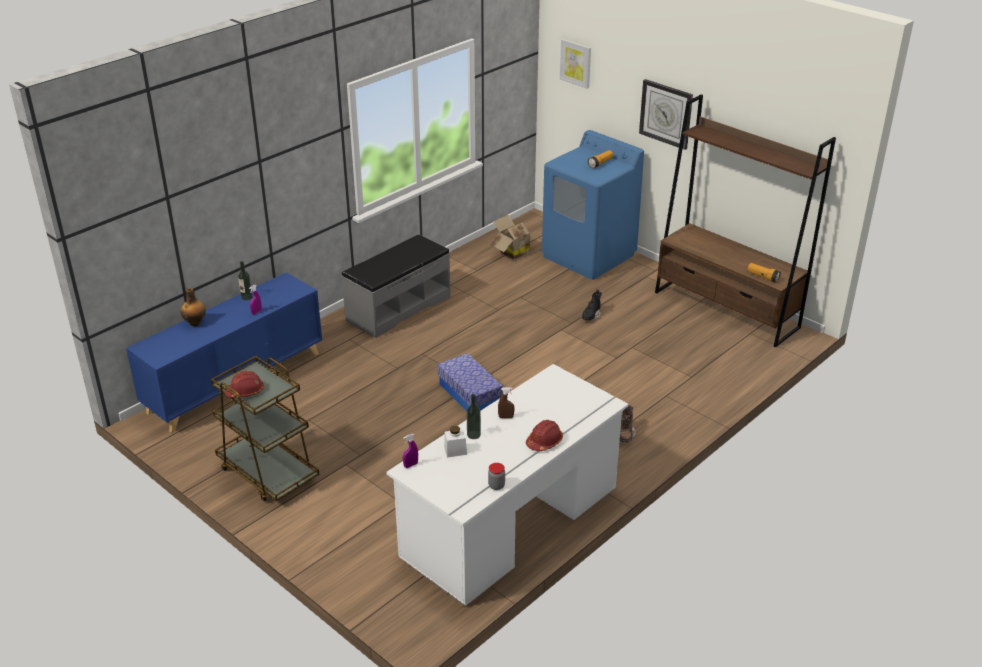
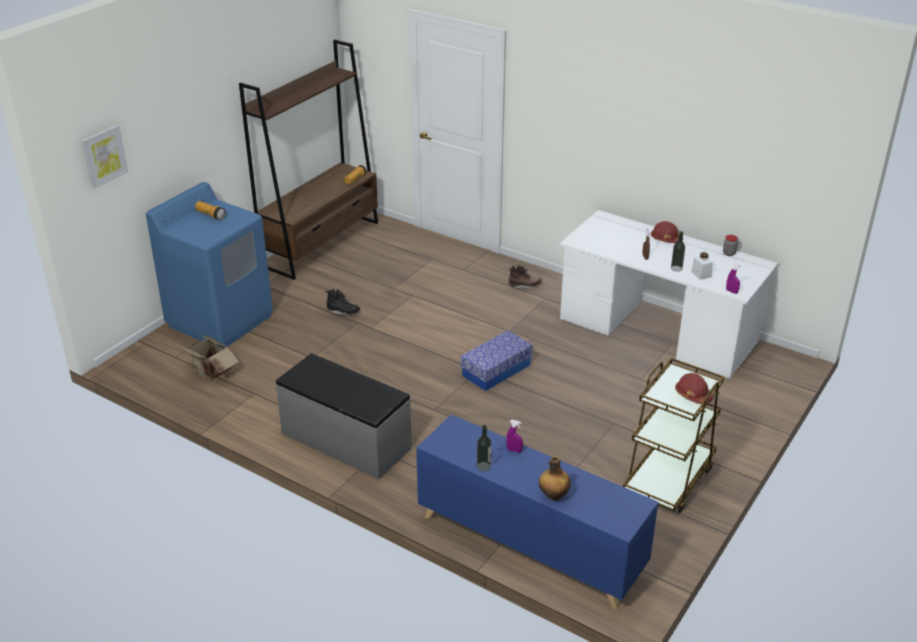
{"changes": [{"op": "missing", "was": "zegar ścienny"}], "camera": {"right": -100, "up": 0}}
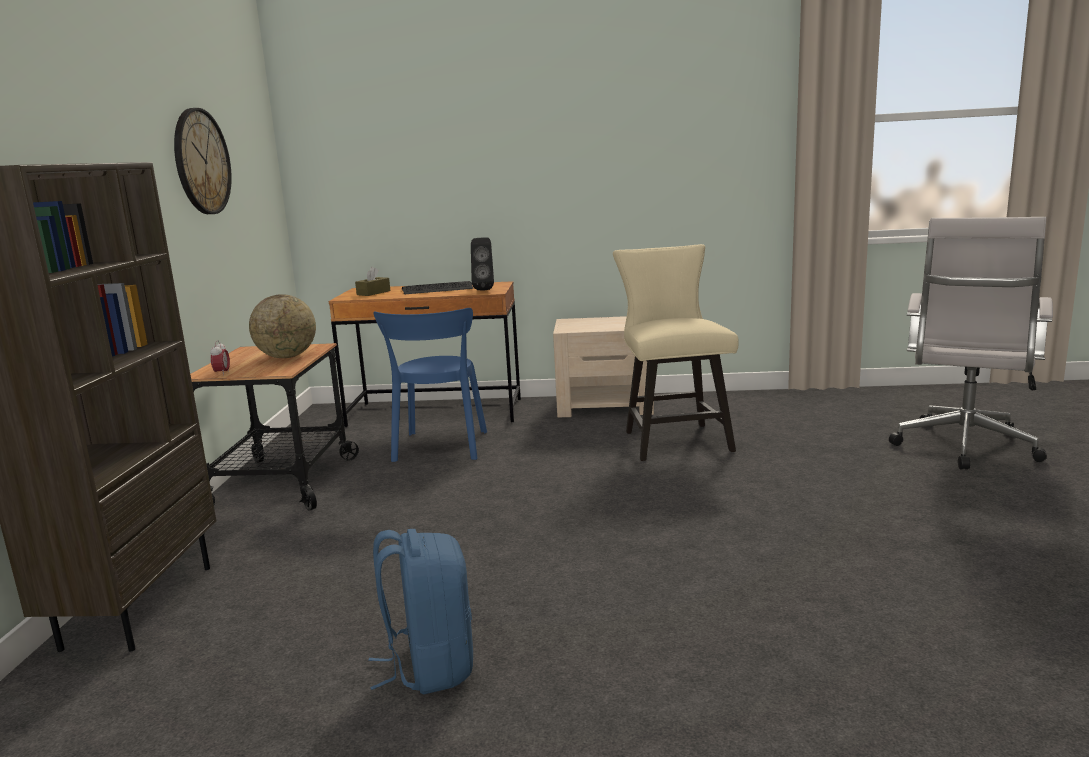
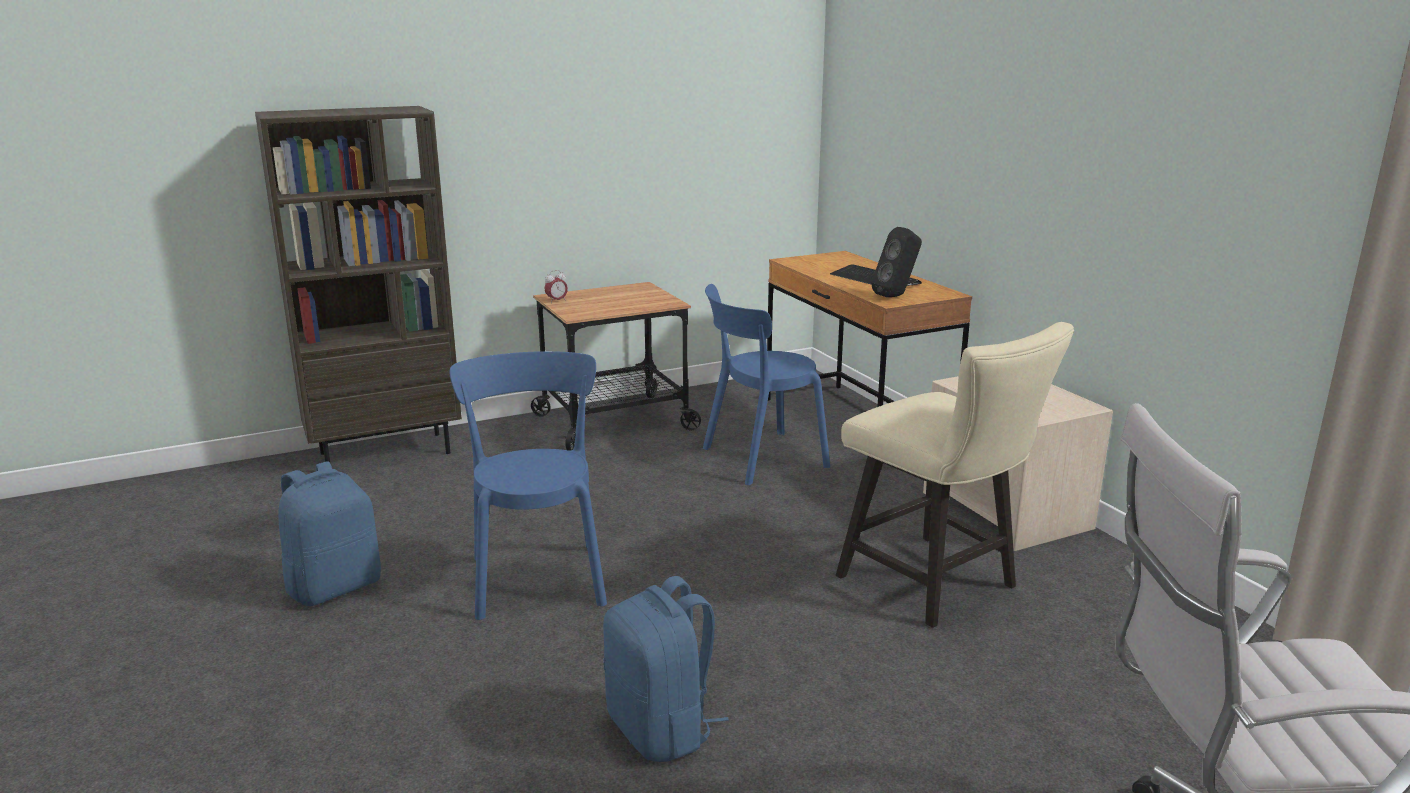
{"changes": [{"op": "missing", "was": "zegar ścienny"}, {"op": "missing", "was": "globus"}, {"op": "missing", "was": "pudełko chusteczek/brązowy"}, {"op": "spun", "was": "krzesło/beżowy", "clockwise": 90}, {"op": "appeared", "now": "krzesło/niebieski (no. 1 from left)"}, {"op": "appeared", "now": "plecak/niebieski (no. 2 from left)"}], "camera": {"right": 60, "up": 5}}
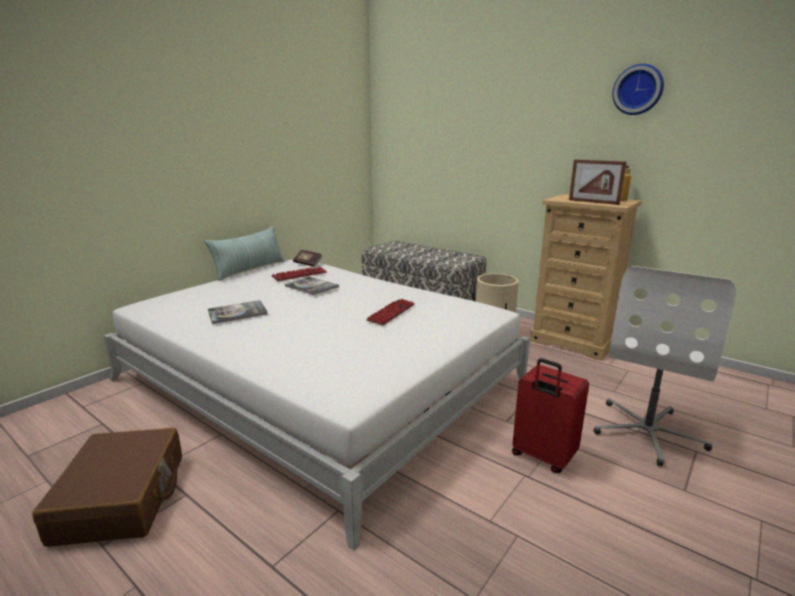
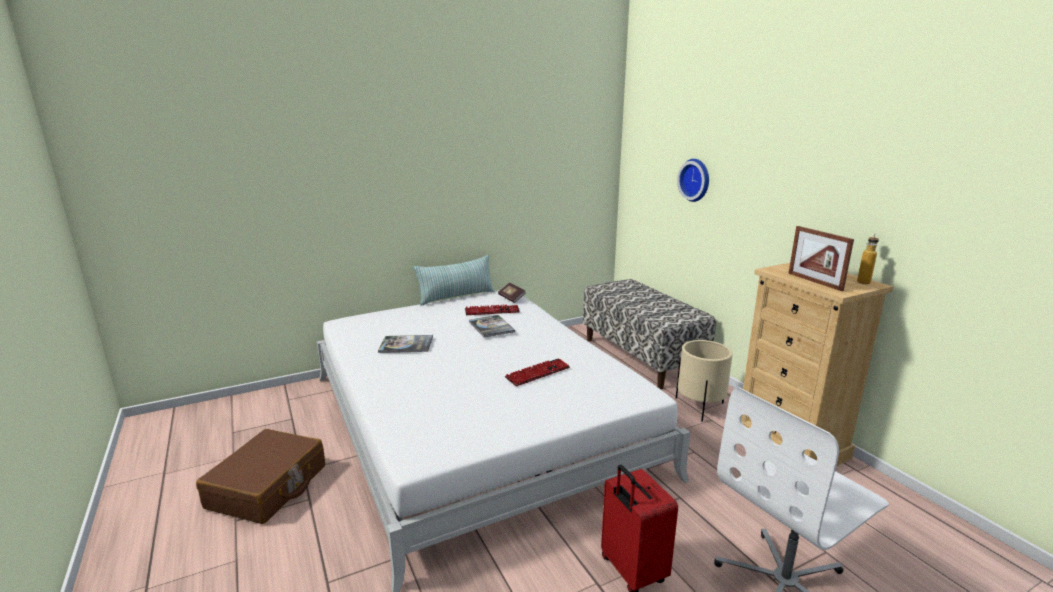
{"changes": [{"op": "relocated", "was": "zegar ścienny"}], "camera": {"right": 25, "up": 0}}
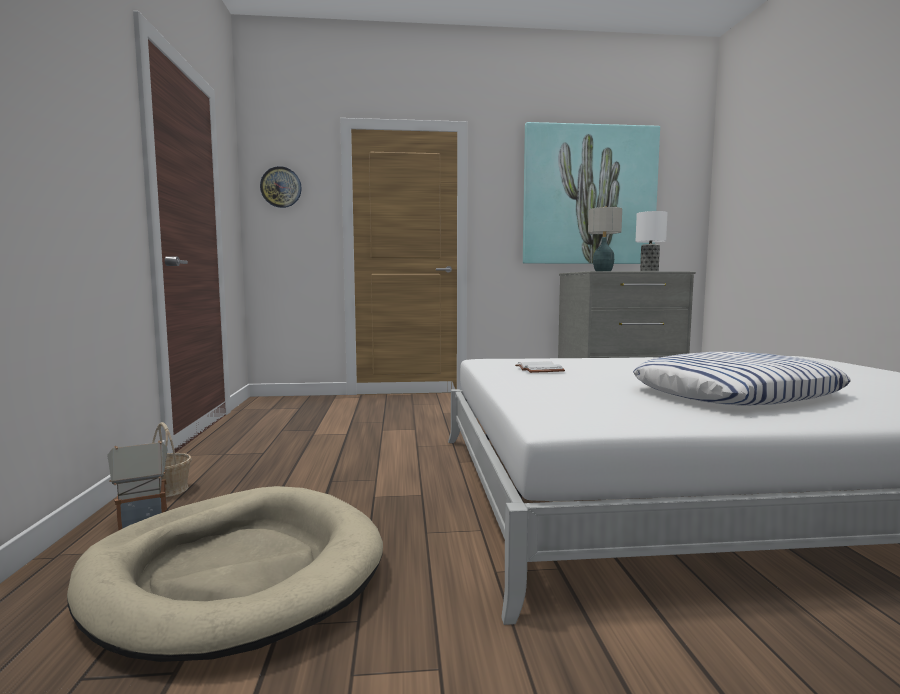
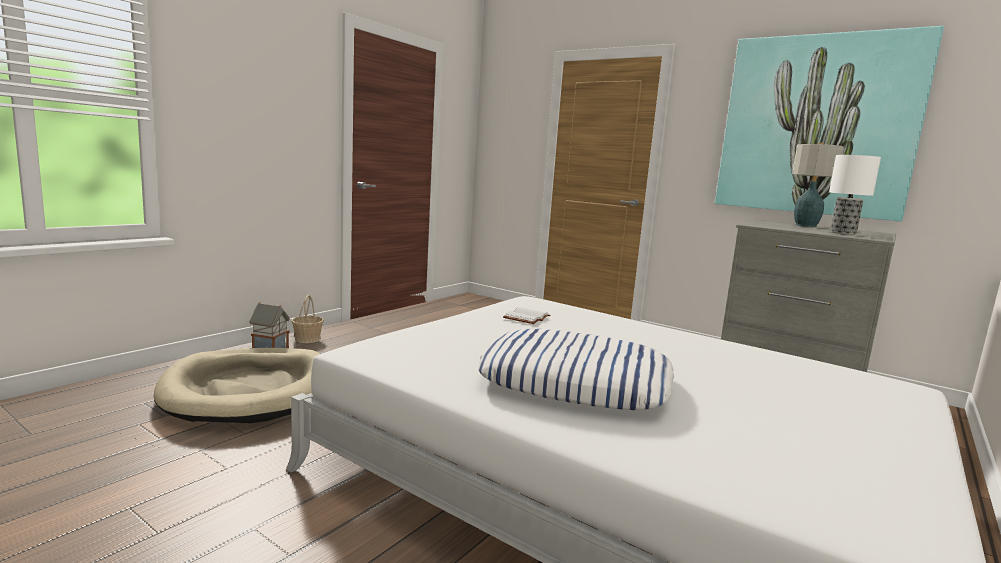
{"changes": [{"op": "missing", "was": "zegar ścienny"}], "camera": {"right": 40, "up": 5}}
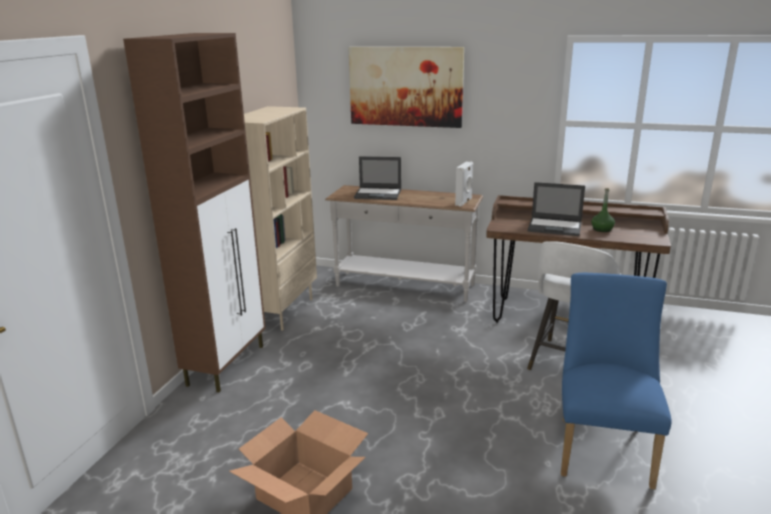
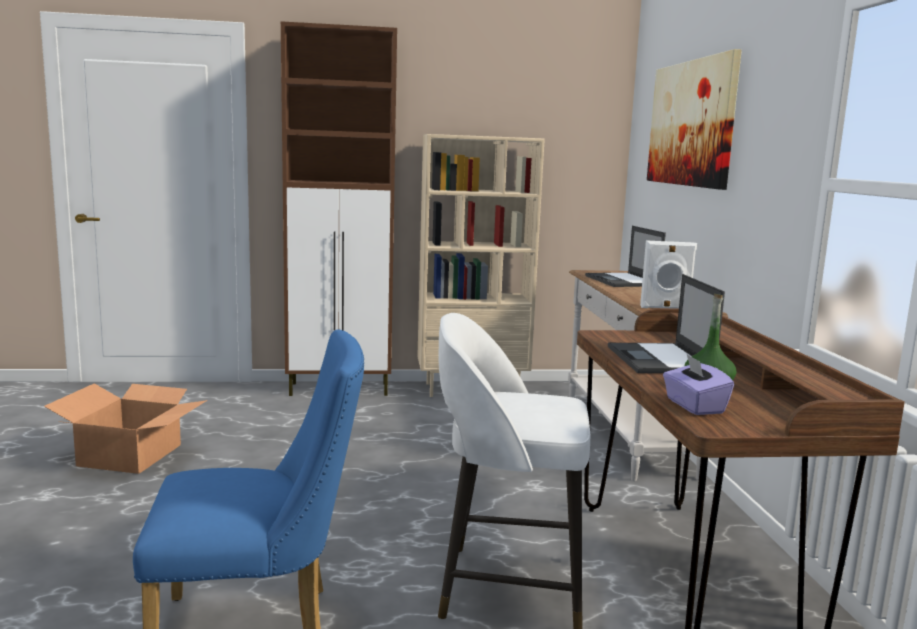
{"changes": [{"op": "appeared", "now": "pudełko chusteczek/fioletowy"}], "camera": {"right": 65, "up": -10}}
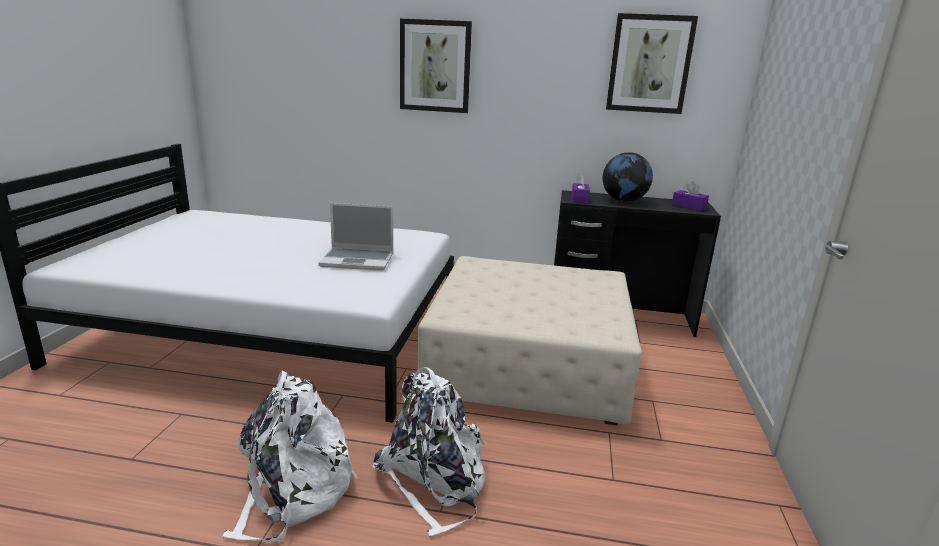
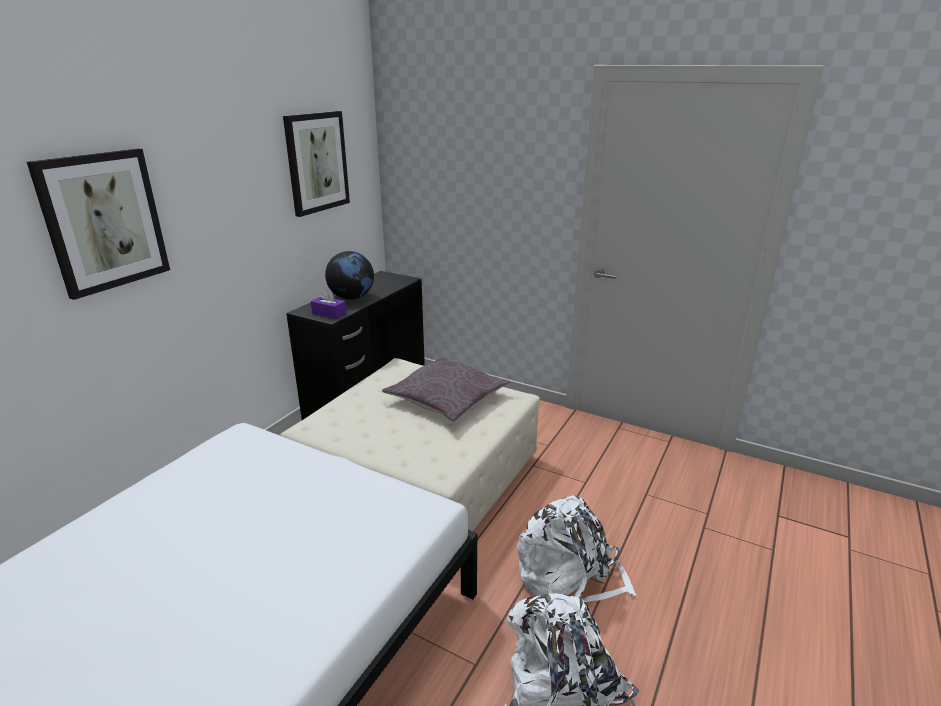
{"changes": [{"op": "missing", "was": "laptop"}, {"op": "missing", "was": "pudełko chusteczek/fioletowy (no. 2 from left)"}, {"op": "appeared", "now": "poduszka/szary"}], "camera": {"right": -70, "up": 5}}
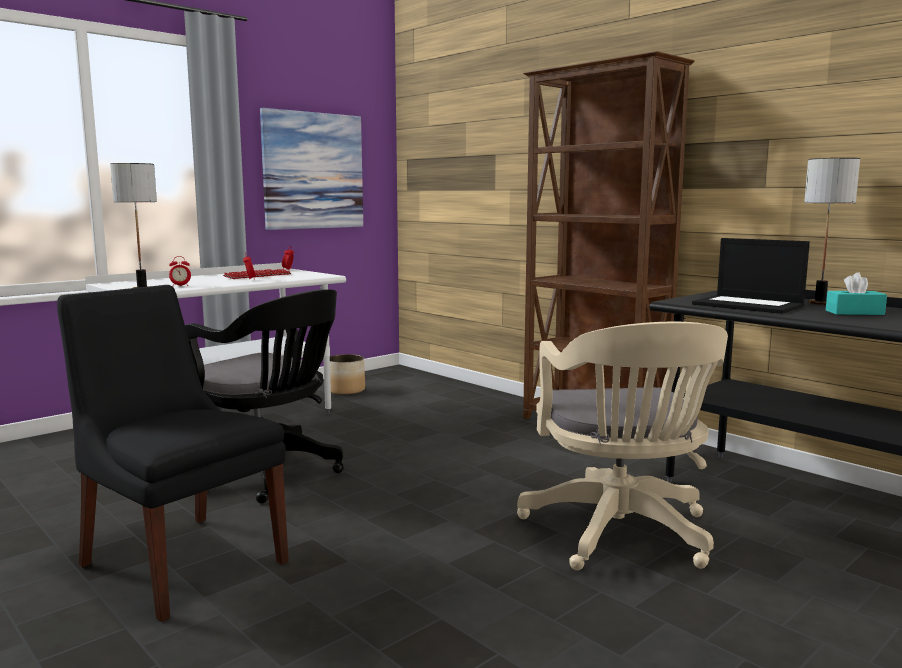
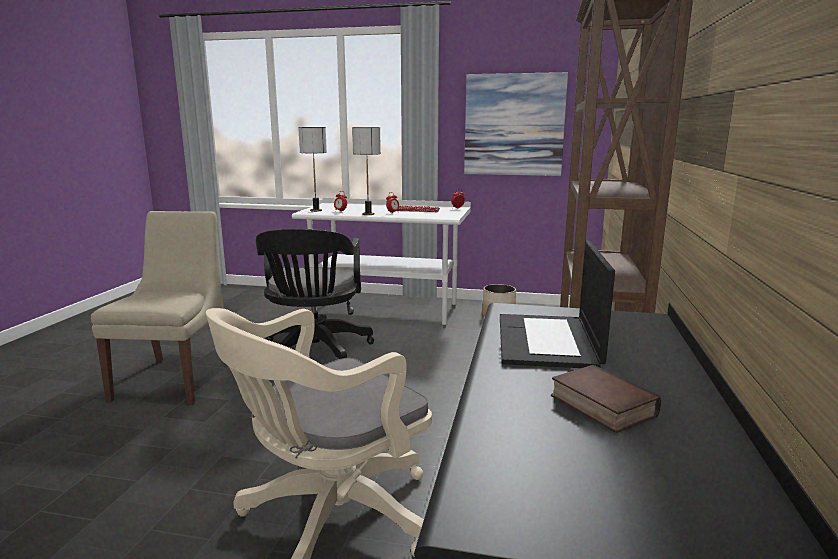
{"changes": [{"op": "colour", "was": "krzesło/czarny", "now": "krzesło/beżowy"}, {"op": "relocated", "was": "lampa stołowa (no. 2 from left)"}, {"op": "exchanged", "was": "pudełko chusteczek/turkusowy", "now": "książka"}], "camera": {"right": 55, "up": 5}}
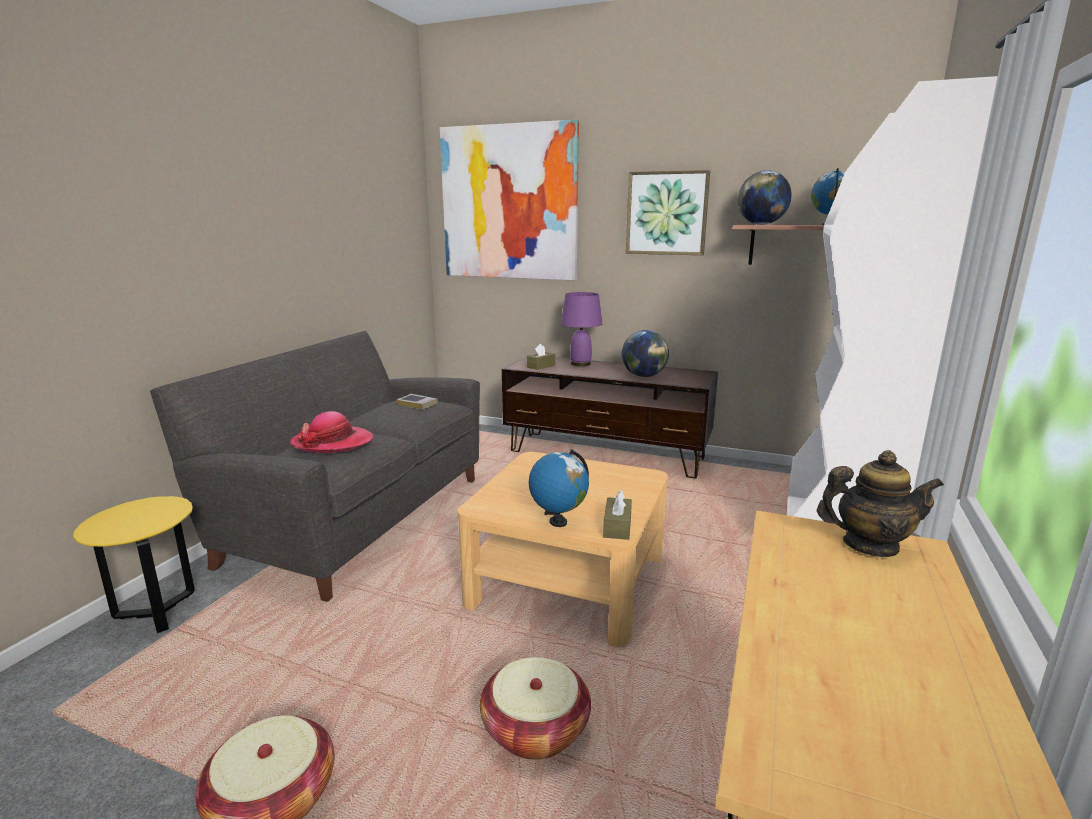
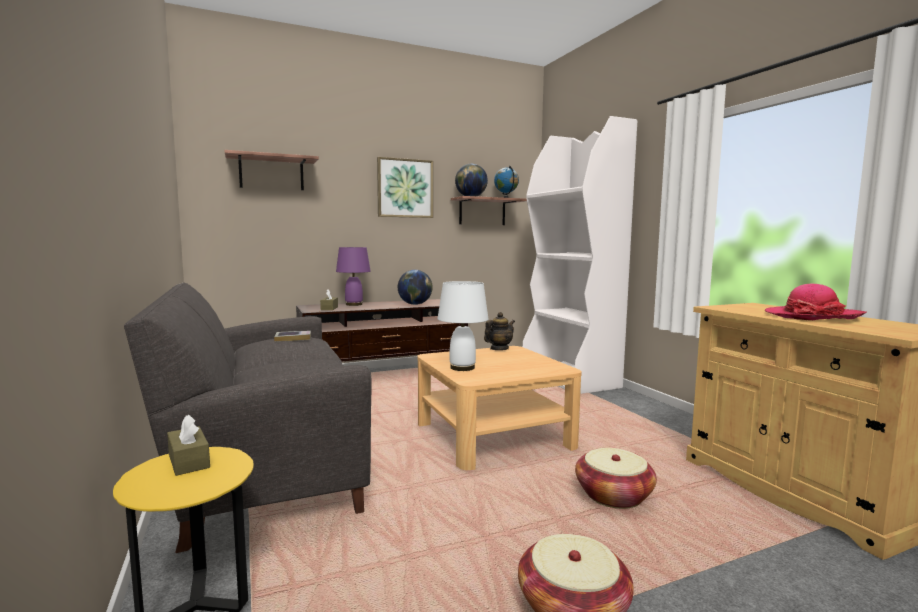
{"changes": [{"op": "relocated", "was": "kapelusz"}, {"op": "exchanged", "was": "obraz (no. 1 from left)", "now": "półka (no. 1 from left)"}, {"op": "missing", "was": "globus (no. 1 from left)"}, {"op": "relocated", "was": "pudełko chusteczek/brązowy (no. 2 from left in the first image)", "now": "pudełko chusteczek/brązowy (no. 1 from left)"}, {"op": "relocated", "was": "imbryk"}, {"op": "appeared", "now": "lampa stołowa/biały"}], "camera": {"right": -45, "up": -10}}
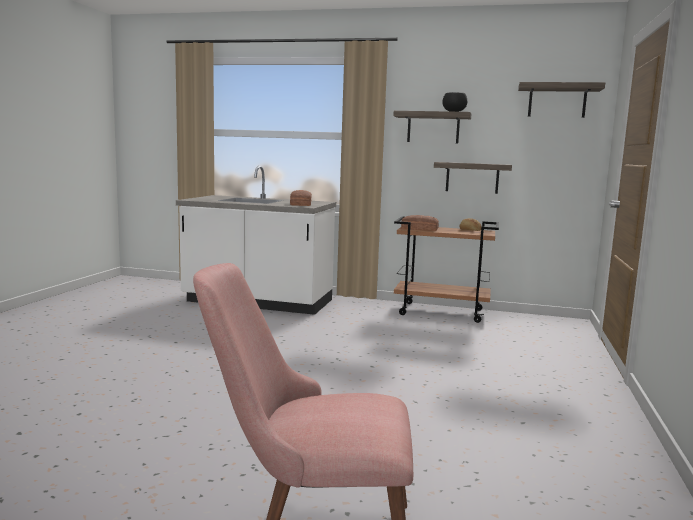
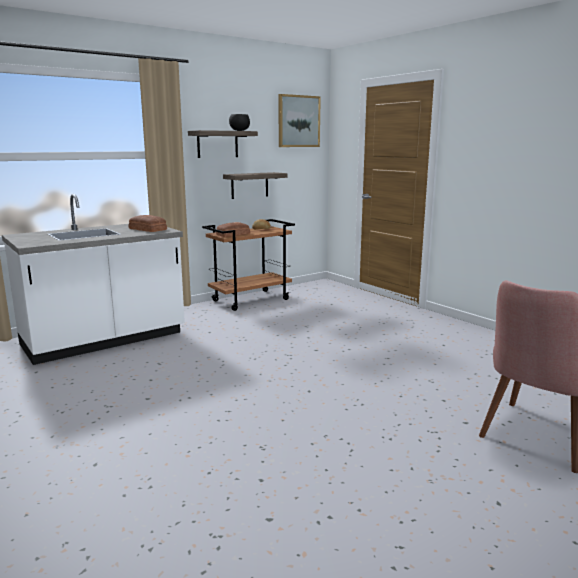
{"changes": [{"op": "exchanged", "was": "półka (no. 3 from left)", "now": "obraz"}], "camera": {"right": -50, "up": 5}}
